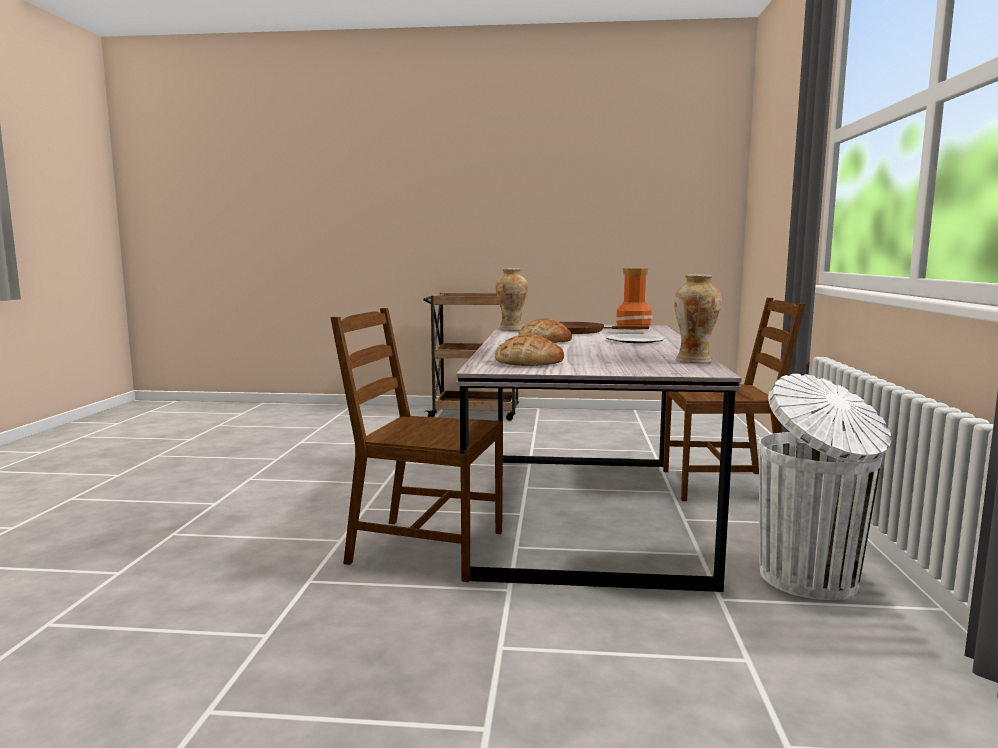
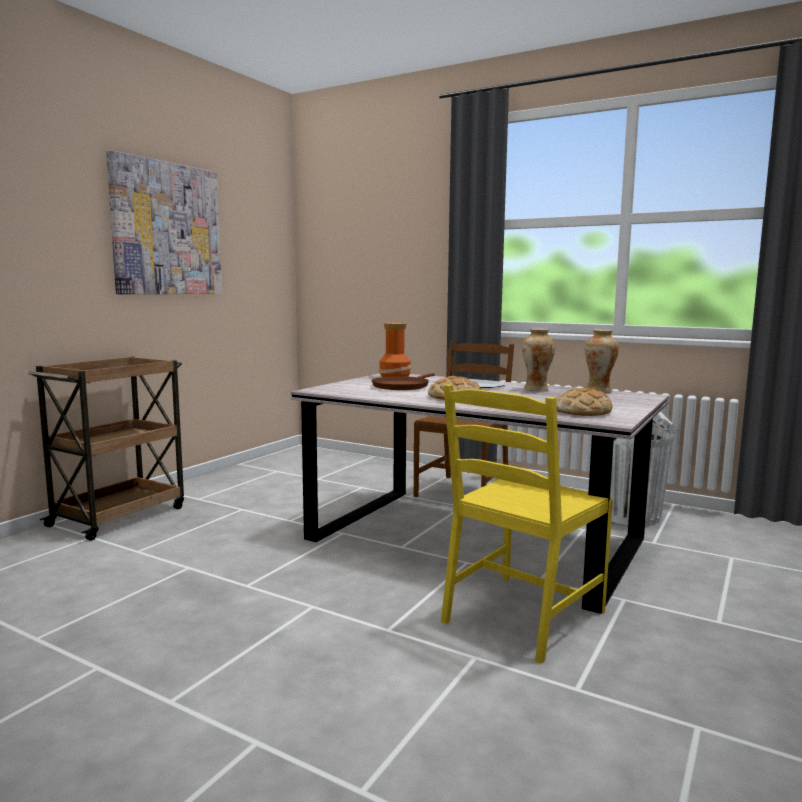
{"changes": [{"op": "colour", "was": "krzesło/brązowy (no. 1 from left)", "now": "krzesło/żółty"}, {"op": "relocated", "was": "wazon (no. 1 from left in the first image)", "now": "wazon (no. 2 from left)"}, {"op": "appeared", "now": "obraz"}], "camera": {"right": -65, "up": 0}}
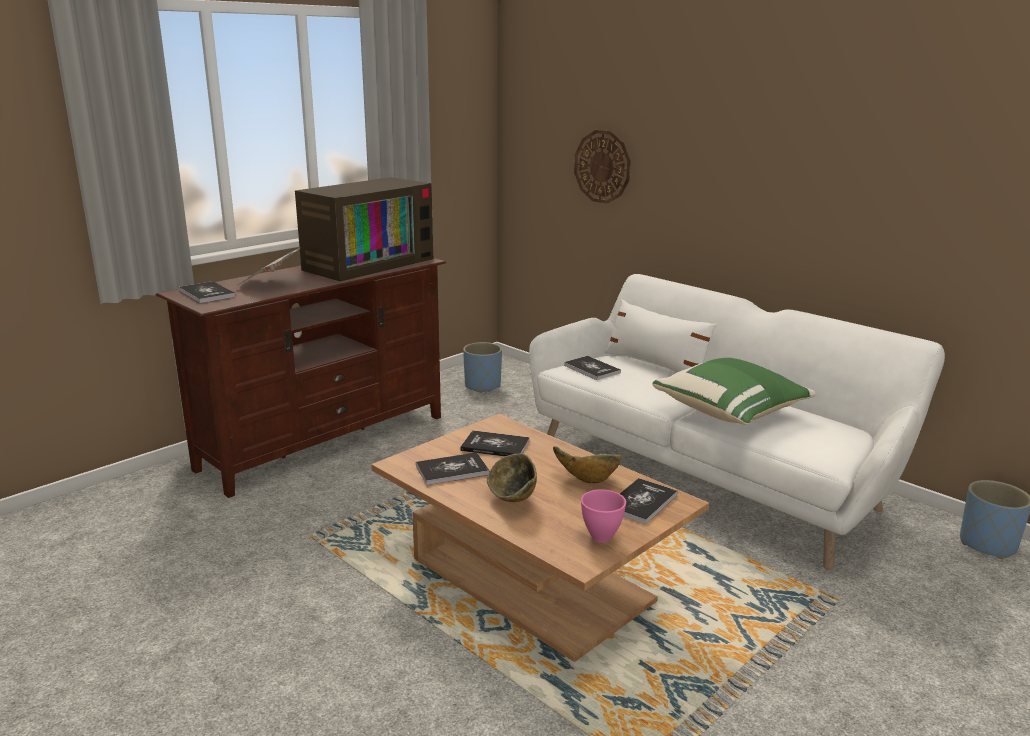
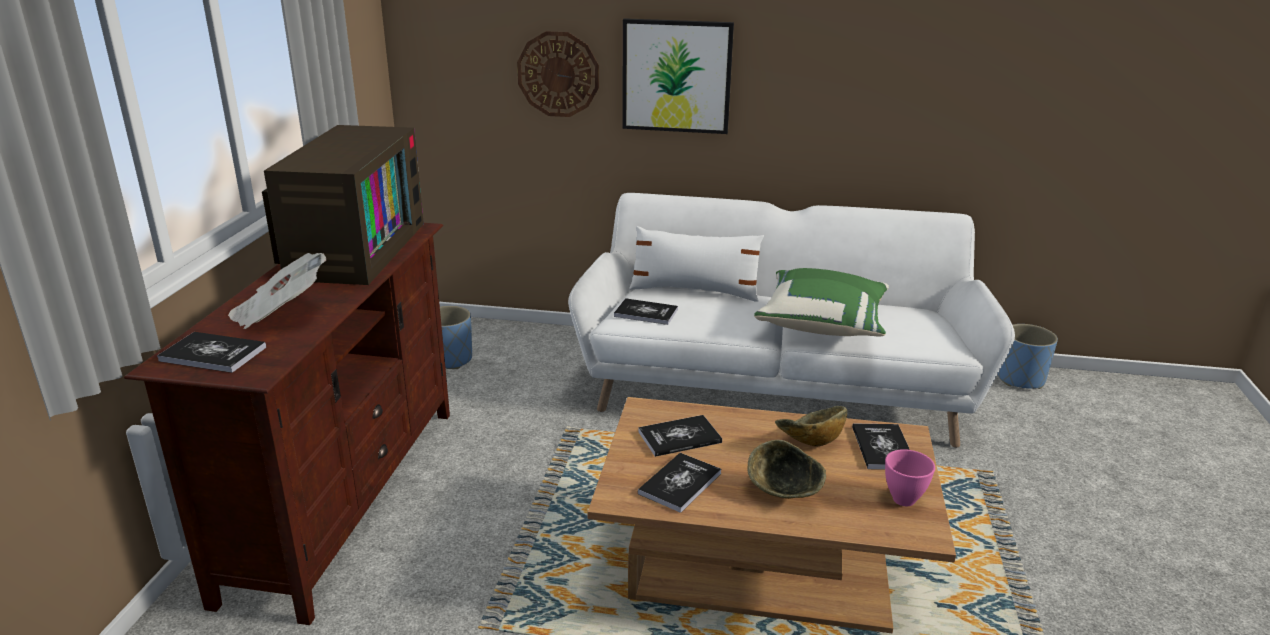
{"changes": [{"op": "appeared", "now": "obraz"}], "camera": {"right": -35, "up": 5}}
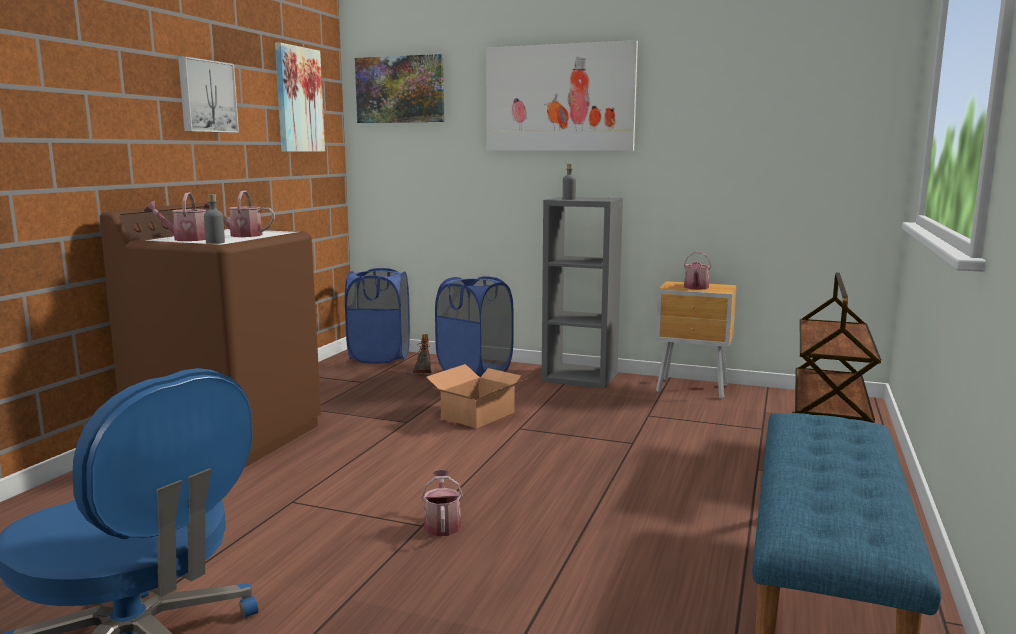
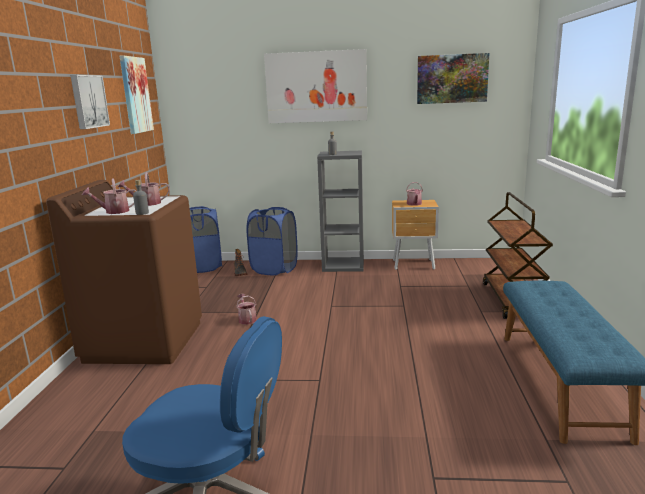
{"changes": [{"op": "relocated", "was": "obraz (no. 3 from left in the first image)", "now": "obraz (no. 4 from left)"}, {"op": "relocated", "was": "konewka (no. 3 from left)"}, {"op": "missing", "was": "karton"}], "camera": {"right": -15, "up": 5}}
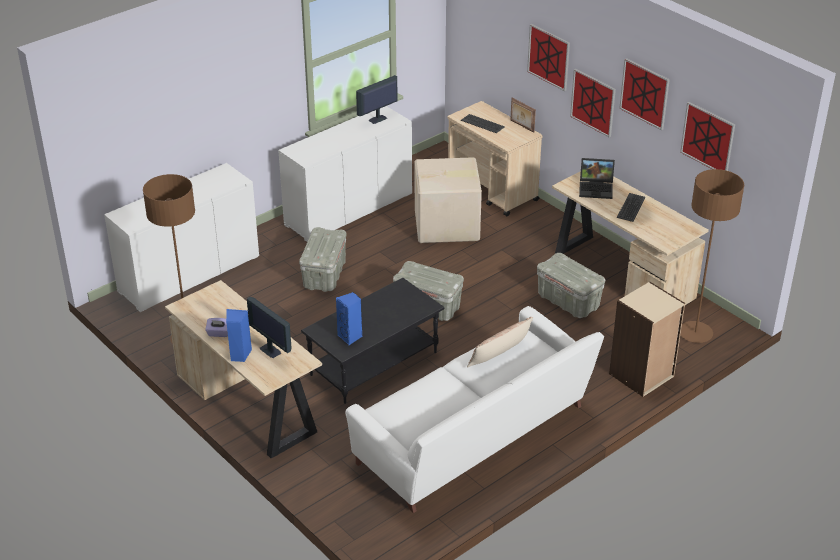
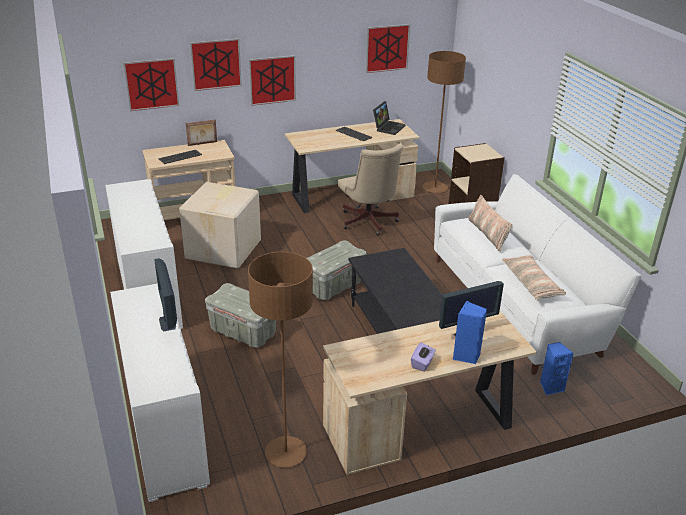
{"changes": [{"op": "relocated", "was": "głośnik/niebieski (no. 2 from left)"}, {"op": "relocated", "was": "monitor (no. 2 from left in the first image)", "now": "monitor (no. 1 from left)"}, {"op": "exchanged", "was": "pojemnik do przechowywania/szary (no. 3 from left)", "now": "krzesło biurowe/beżowy"}, {"op": "relocated", "was": "laptop"}, {"op": "relocated", "was": "obraz (no. 3 from left in the first image)", "now": "obraz (no. 1 from left)"}, {"op": "appeared", "now": "poduszka (no. 2 from left)"}], "camera": {"right": -70, "up": -5}}
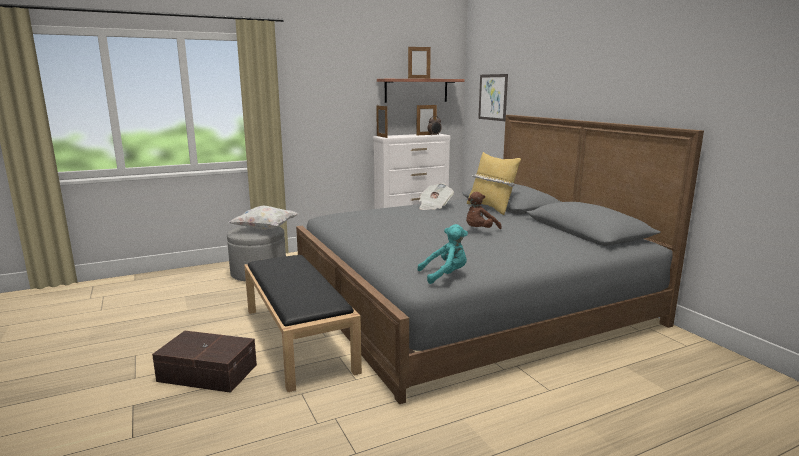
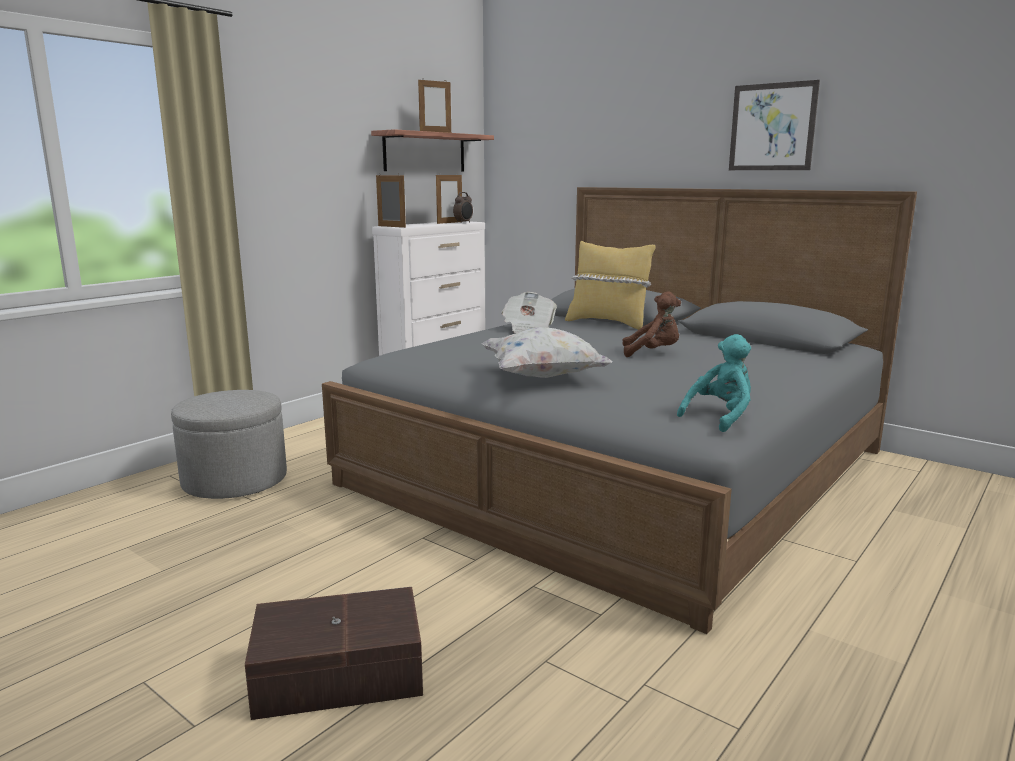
{"changes": [{"op": "relocated", "was": "poduszka/biały"}, {"op": "missing", "was": "ławka/czarny"}, {"op": "spun", "was": "pluszak/brązowy", "clockwise": -105}, {"op": "relocated", "was": "obraz"}], "camera": {"right": -25, "up": 0}}
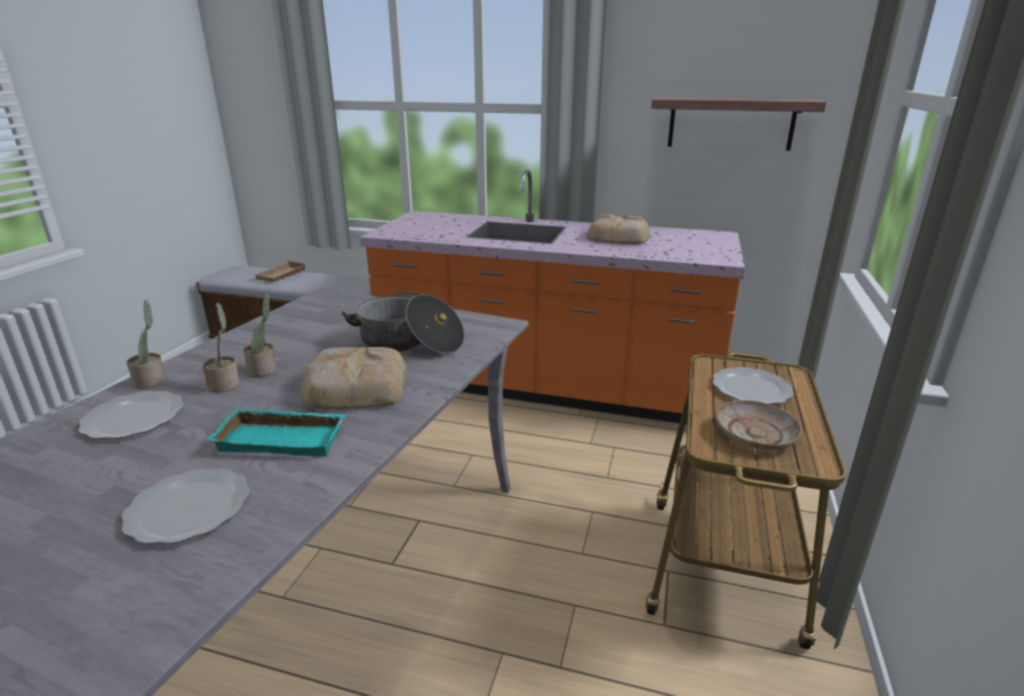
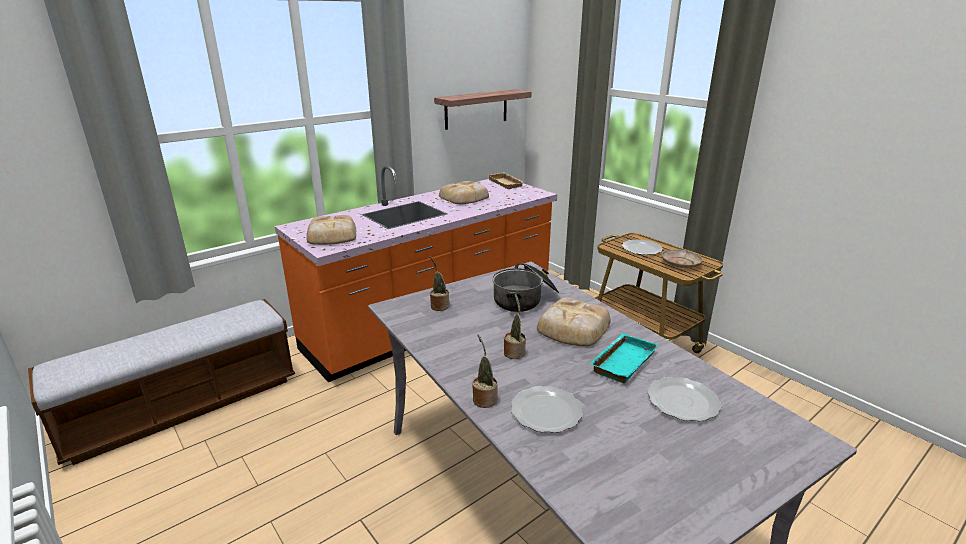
{"changes": [{"op": "relocated", "was": "roślina doniczkowa (no. 2 from left in the first image)", "now": "roślina doniczkowa (no. 1 from left)"}, {"op": "relocated", "was": "taca/beżowy"}, {"op": "appeared", "now": "chleb (no. 1 from left)"}], "camera": {"right": -55, "up": 0}}
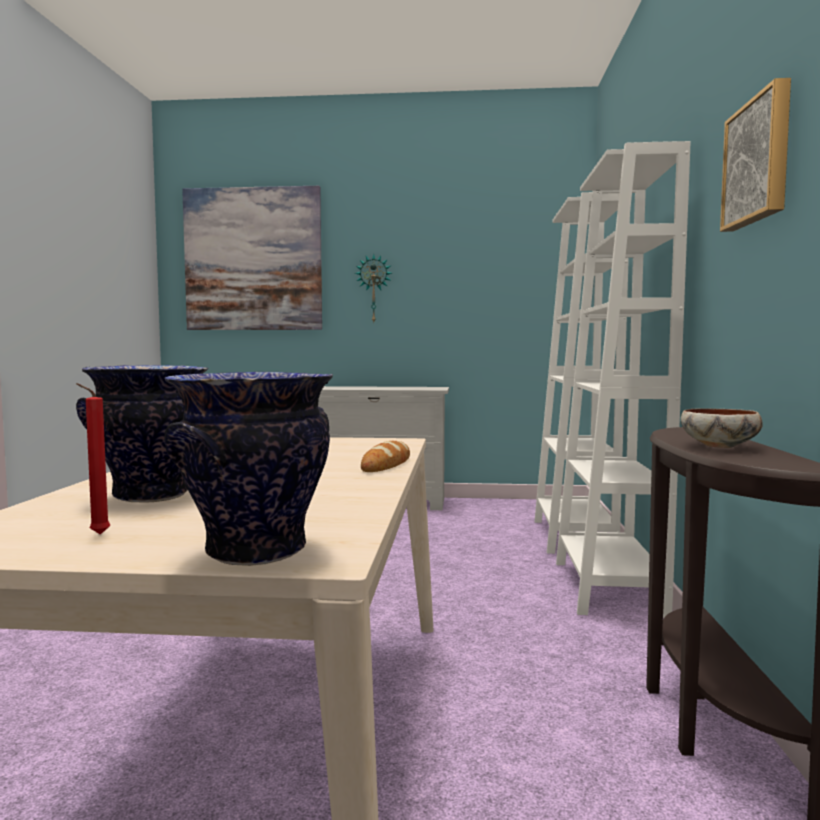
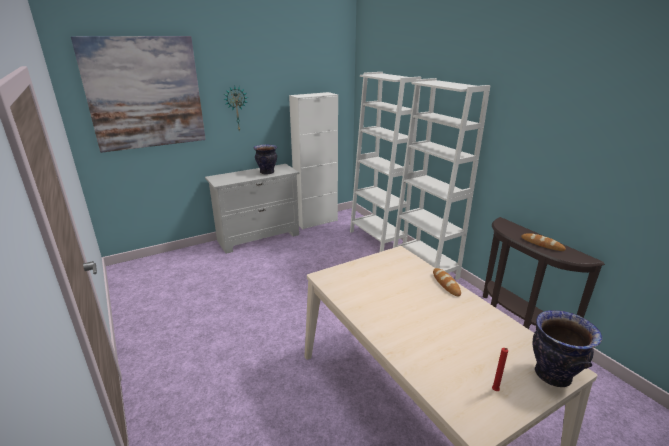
{"changes": [{"op": "relocated", "was": "wazon (no. 1 from left)"}, {"op": "exchanged", "was": "miska", "now": "chleb (no. 2 from left)"}, {"op": "missing", "was": "obraz (no. 2 from left)"}, {"op": "appeared", "now": "szafka/biały"}], "camera": {"right": -35, "up": 20}}
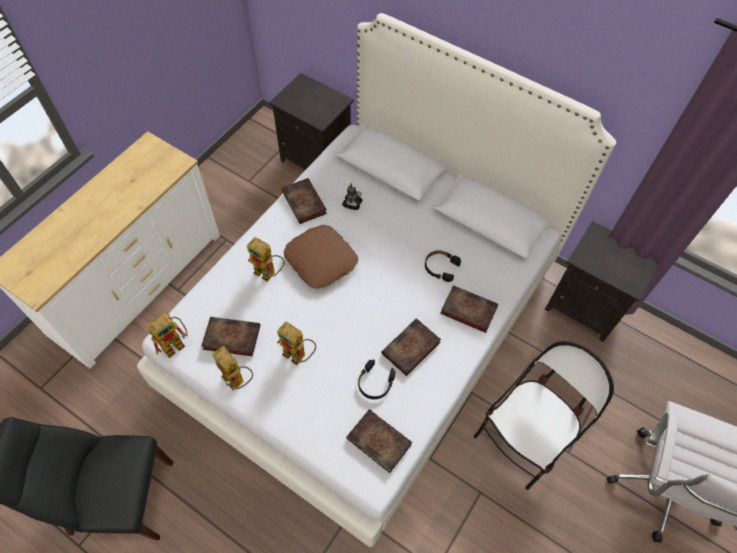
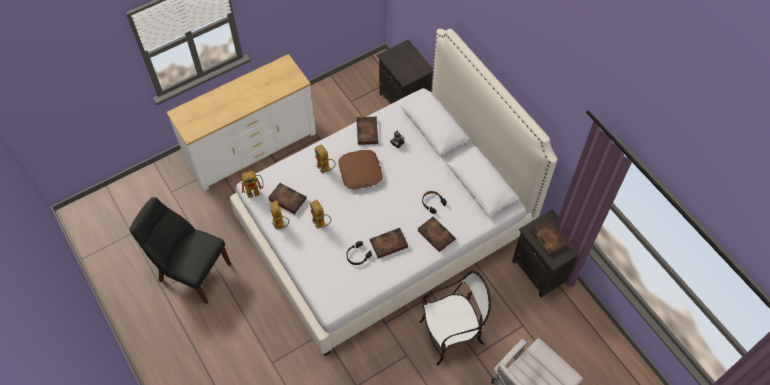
{"changes": [{"op": "relocated", "was": "książka (no. 3 from left in the first image)", "now": "książka (no. 5 from left)"}], "camera": {"right": 25, "up": 0}}
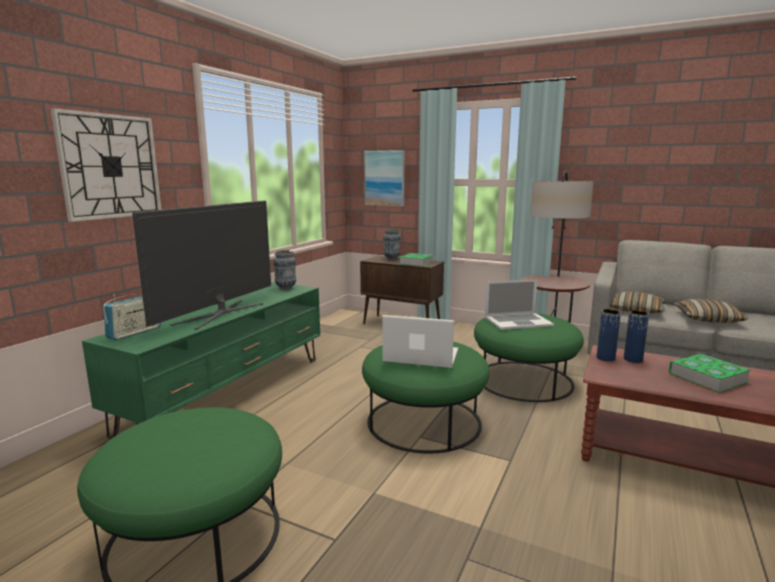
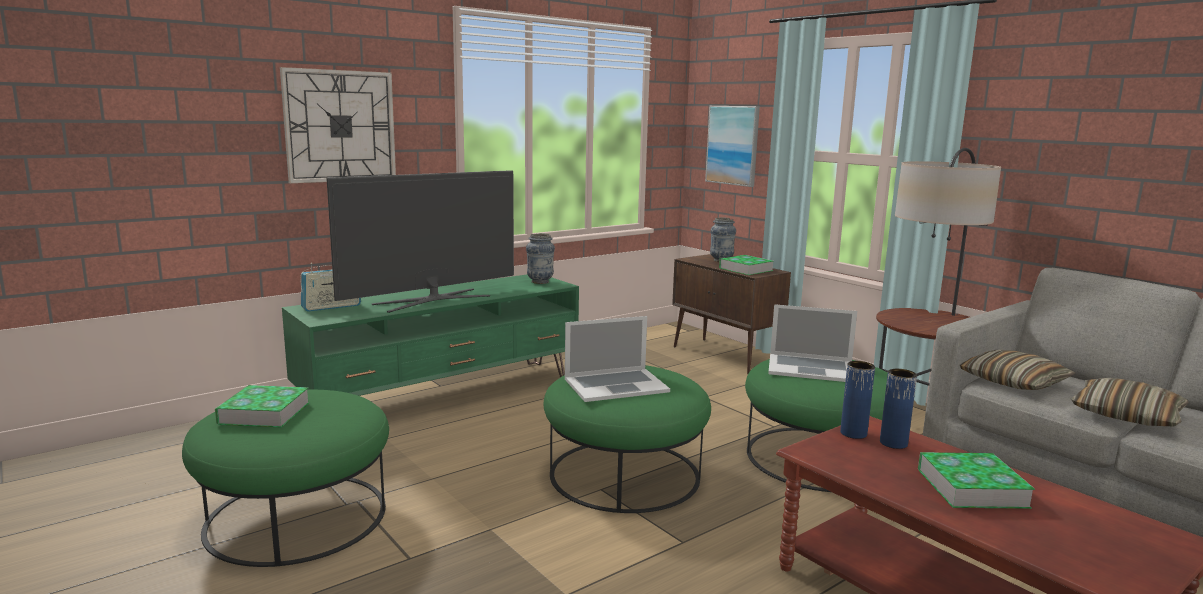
{"changes": [{"op": "spun", "was": "laptop (no. 1 from left)", "clockwise": 120}, {"op": "appeared", "now": "książka (no. 1 from left)"}], "camera": {"right": 25, "up": 0}}
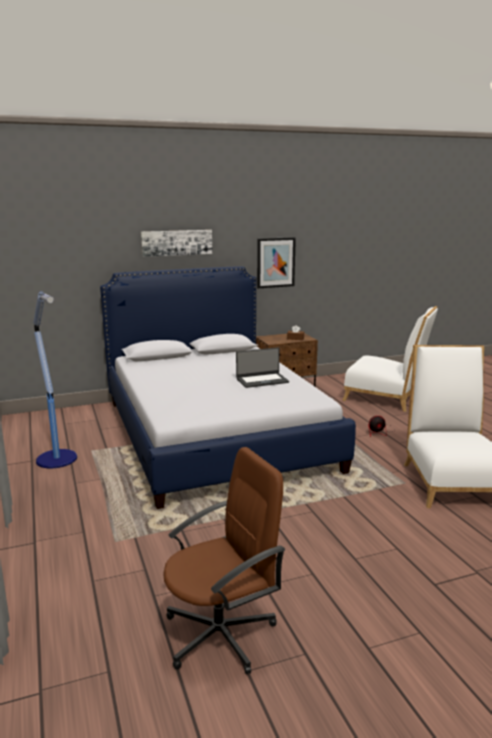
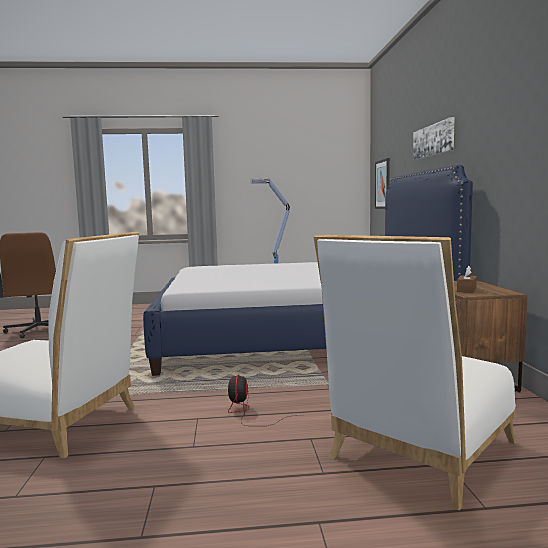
{"changes": [{"op": "missing", "was": "laptop"}, {"op": "relocated", "was": "obraz (no. 2 from left in the first image)", "now": "obraz (no. 1 from left)"}], "camera": {"right": 105, "up": -10}}
